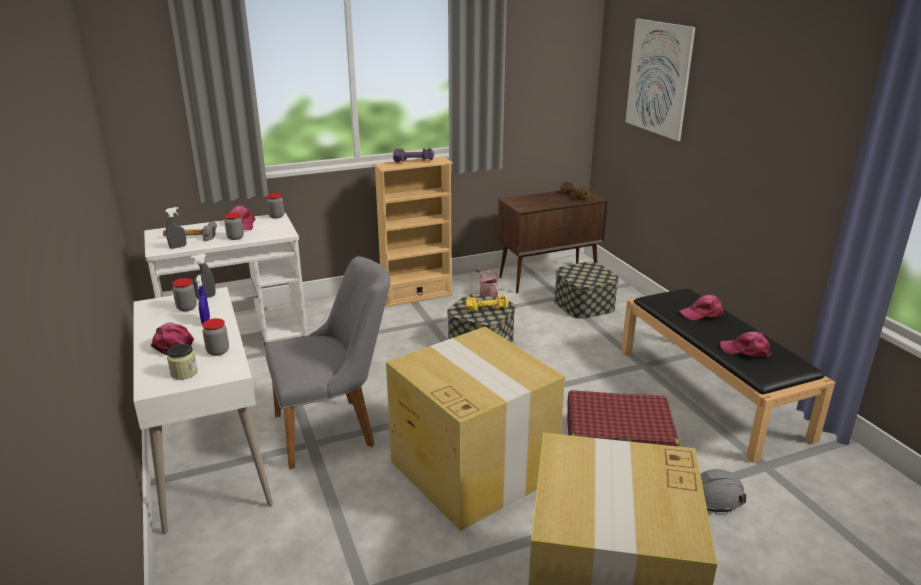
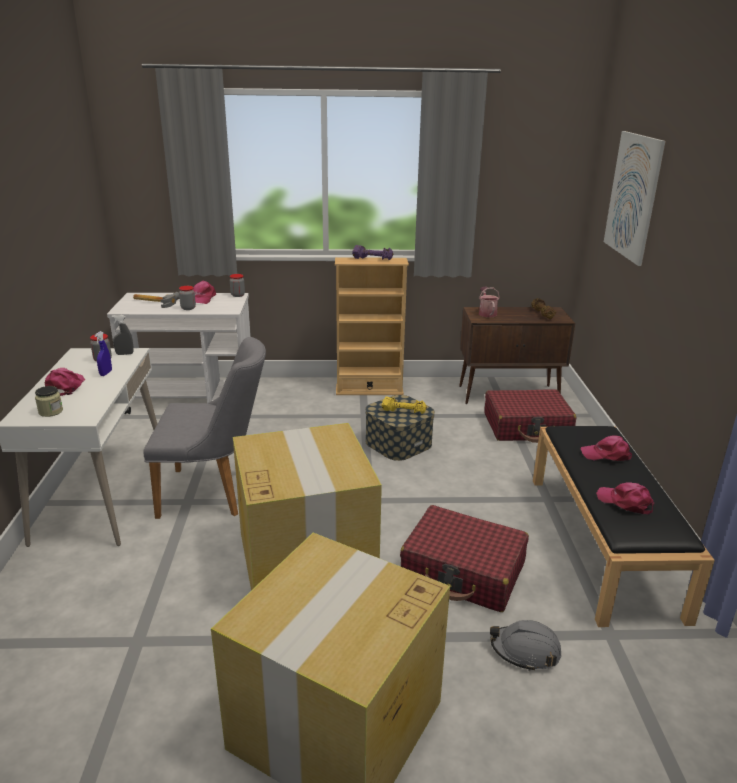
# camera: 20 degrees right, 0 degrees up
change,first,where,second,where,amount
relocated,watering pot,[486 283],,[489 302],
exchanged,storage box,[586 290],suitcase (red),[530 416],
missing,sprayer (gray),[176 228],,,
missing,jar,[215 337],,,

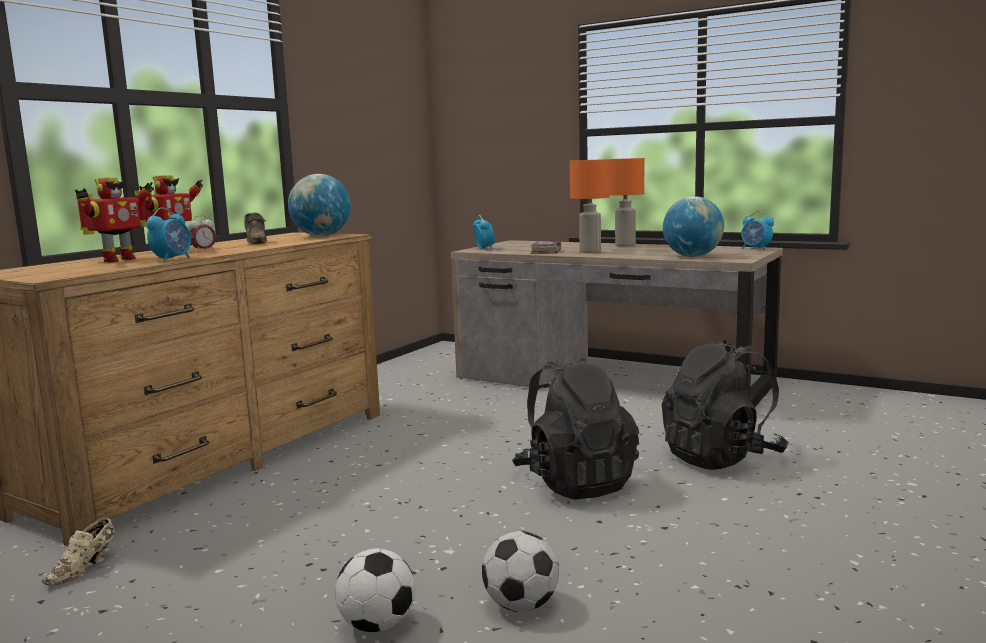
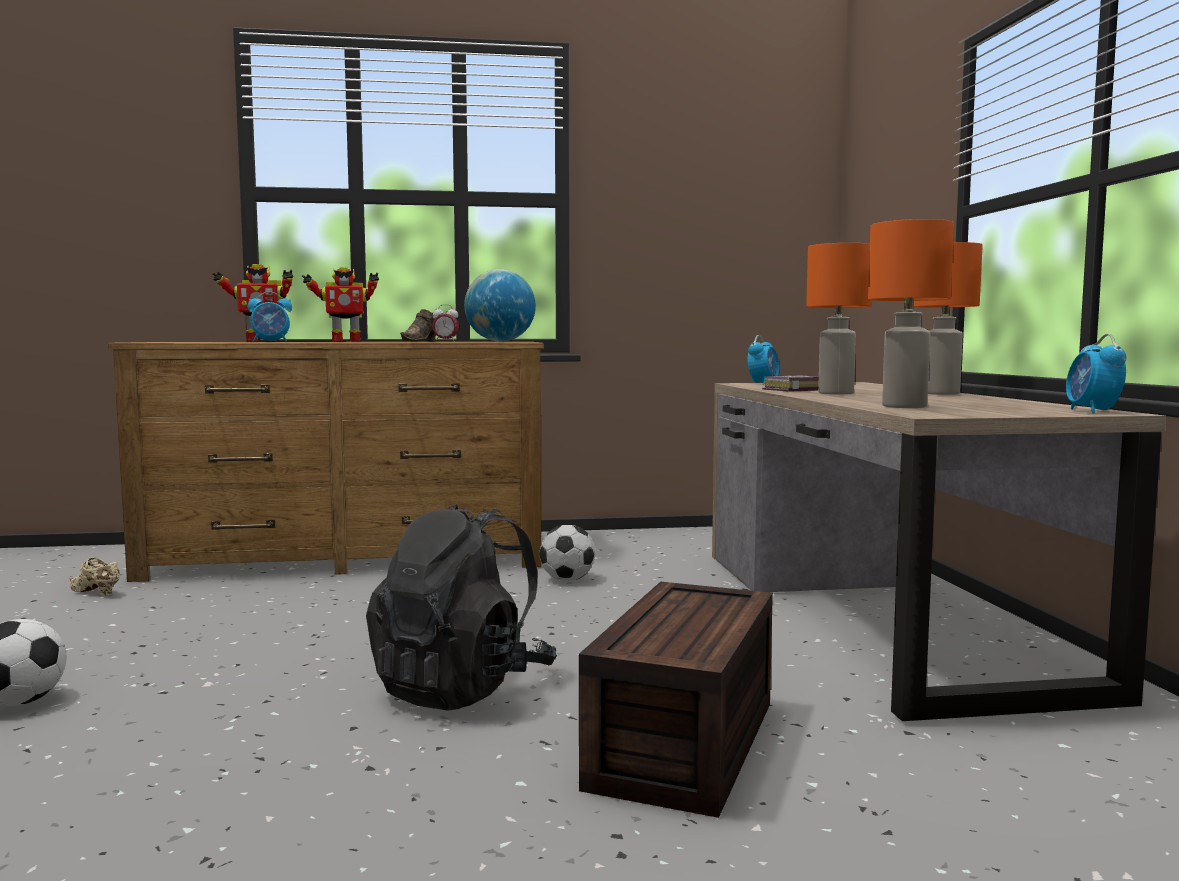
# camera: 50 degrees right, 5 degrees down
change,first,where,second,where,amount
spun,item of footwear (sand-coloured),[78 551],,[95 576],45 degrees clockwise
relocated,alarm clock,[202 234],,[445 323],
relocated,football,[520 571],,[567 553],
exchanged,rucksack (black),[725 405],storage box (brown),[676 700],
exchanged,world globe,[693 226],lamp for a table (orange-coloured),[911 313],

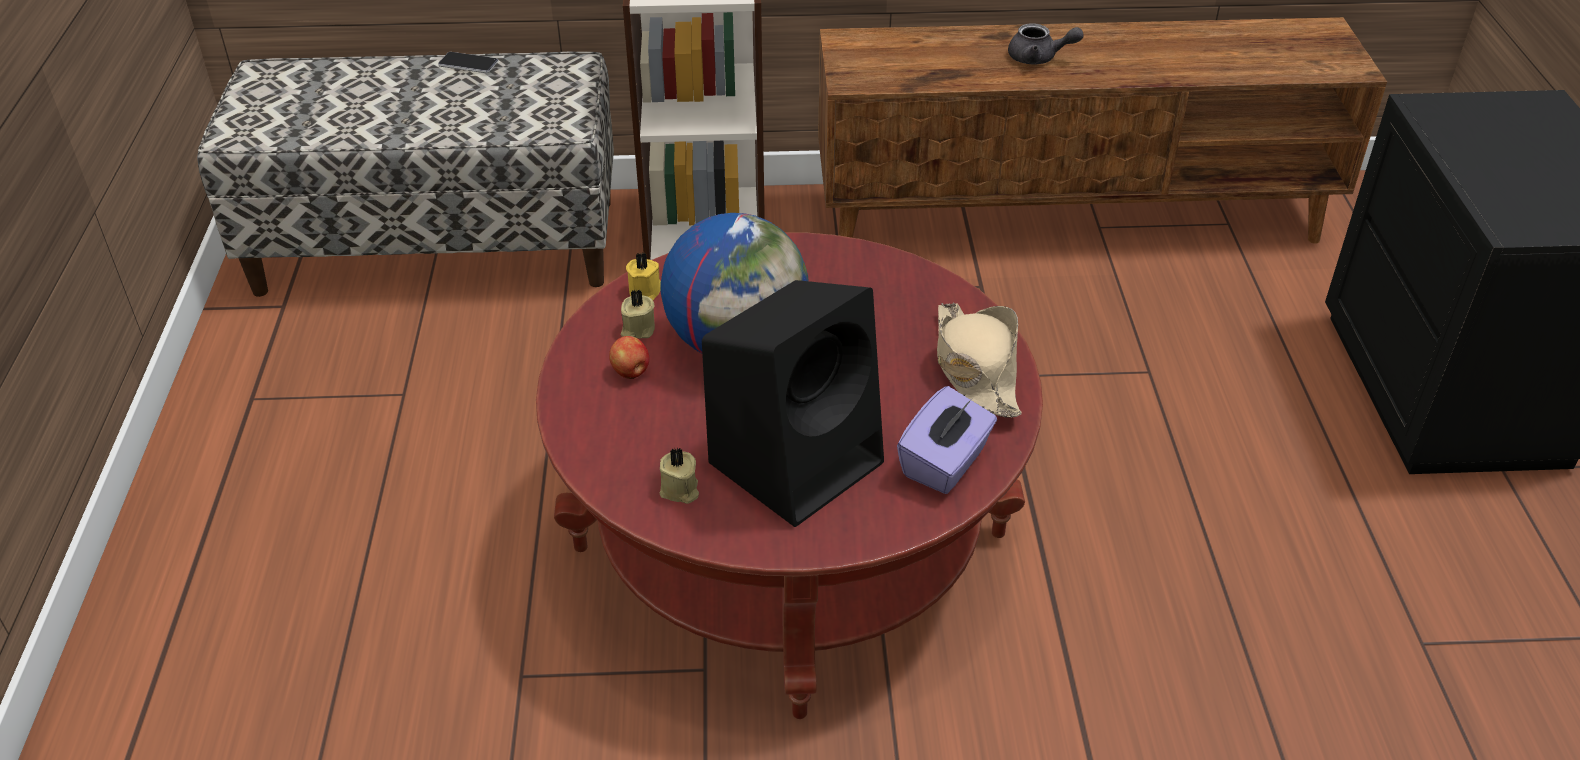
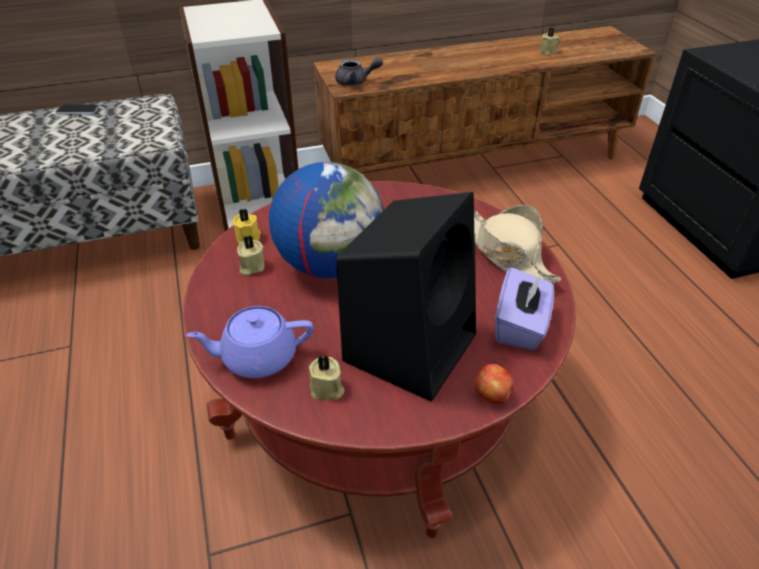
# camera: 15 degrees left, 0 degrees up
change,first,where,second,where,amount
appeared,,,tea pot (purple-coloured),[249 342],
relocated,tea pot (gray),[1046 43],,[359 71],
relocated,whole apple,[629 357],,[494 384],
appeared,,,candle (sand-coloured),[549 41],

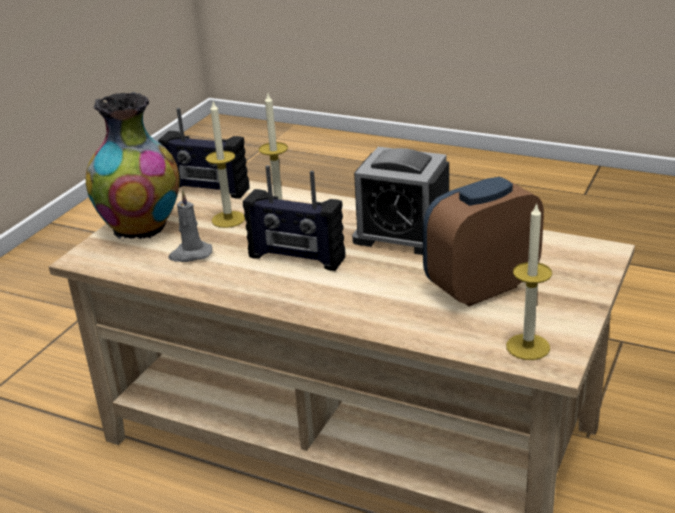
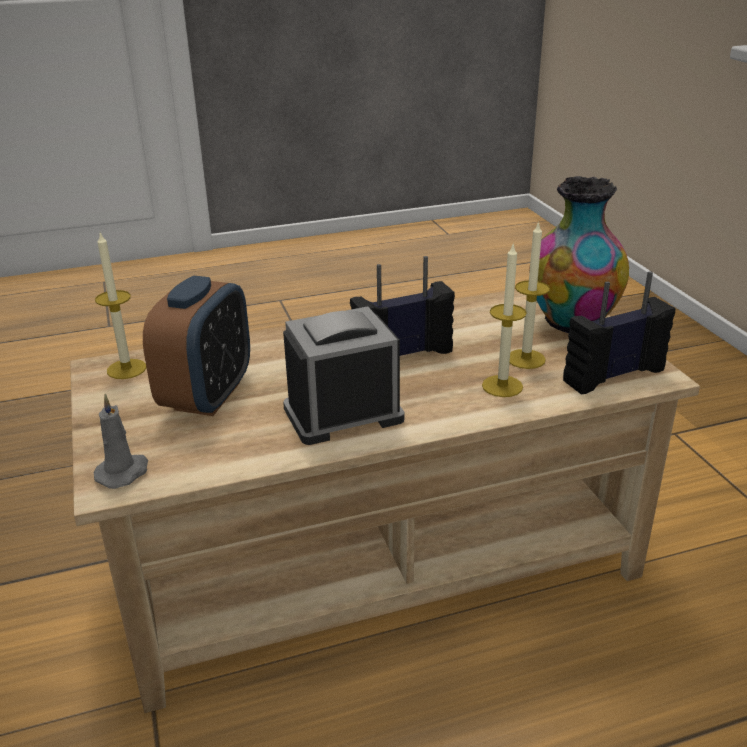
# camera: 135 degrees right, 0 degrees up
change,first,where,second,where,amount
relocated,candle (gray),[190 226],,[121 441],

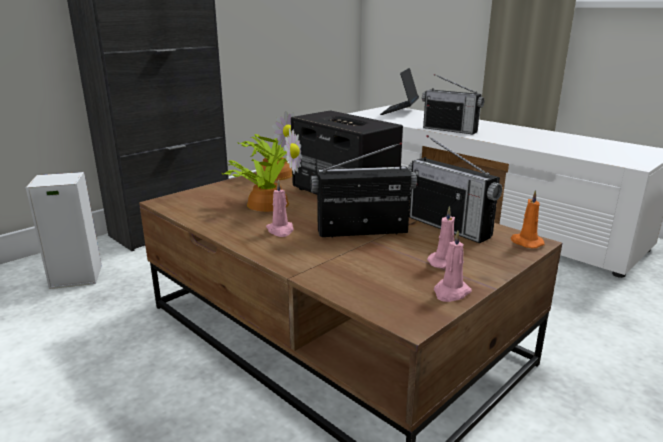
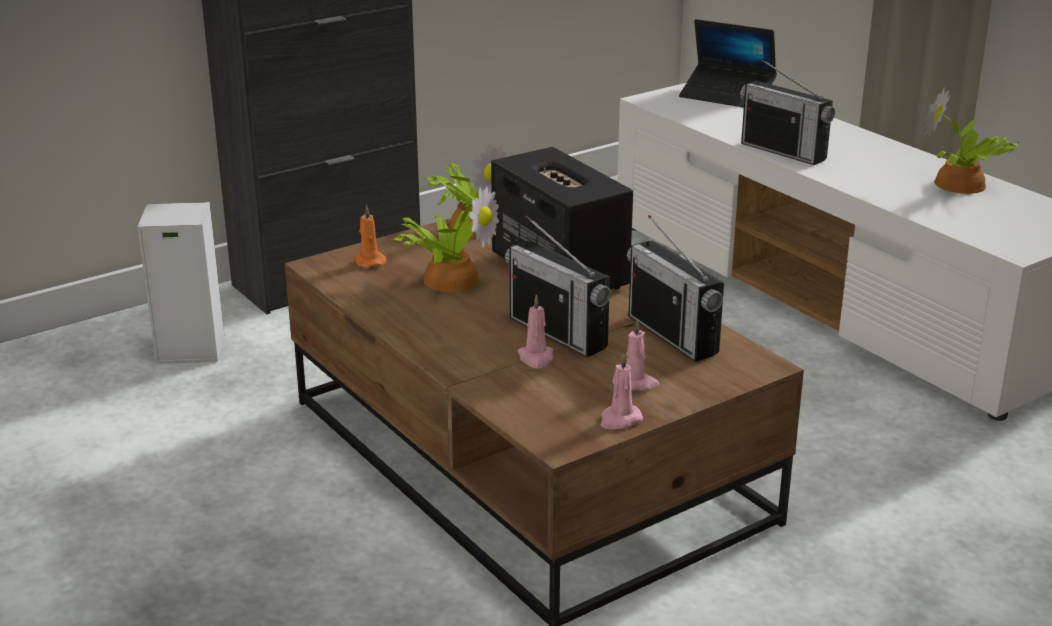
# camera: 10 degrees right, 5 degrees up
change,first,where,second,where,amount
relocated,candle (orange-coloured),[527 219],,[370 236],
spun,radio receiver,[364 190],,[558 286],135 degrees counterclockwise
relocated,candle (pink),[280 208],,[535 331],
spun,laptop,[399 91],,[728 63],90 degrees counterclockwise
appeared,,,plant in a pot,[971 140],

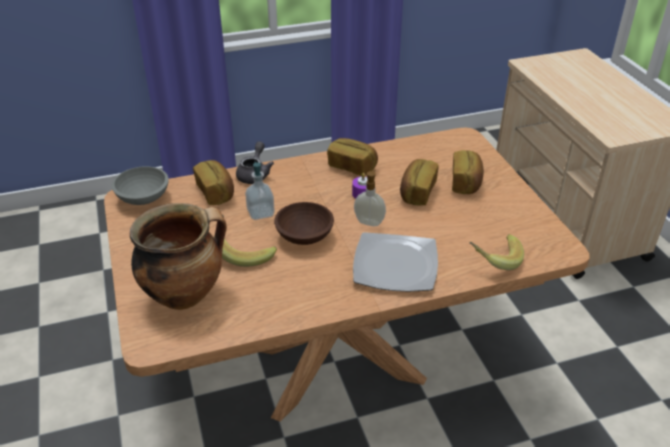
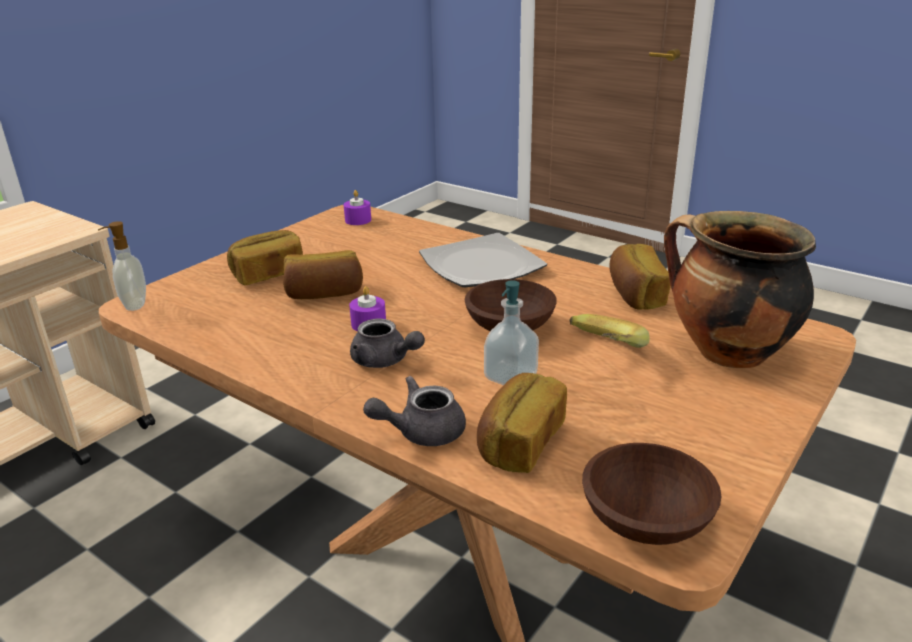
# camera: 125 degrees left, 10 degrees down
change,first,where,second,where,amount
relocated,soap bottle,[370 198],,[122 266],
appeared,,,candle (purple-coloured),[357 207],
appeared,,,tea pot (gray),[387 343],
colour,deep dish (gray),[140 185],deep dish (brown),[652 494],
relocated,bakery bread,[352 157],,[640 277],
missing,banana,[496 252],,,

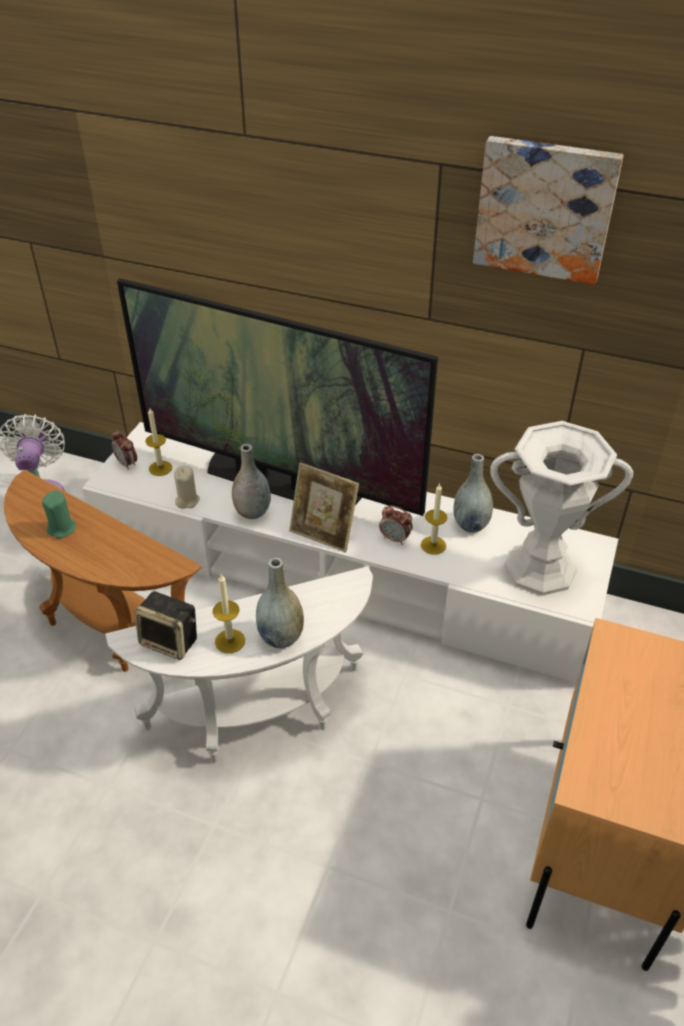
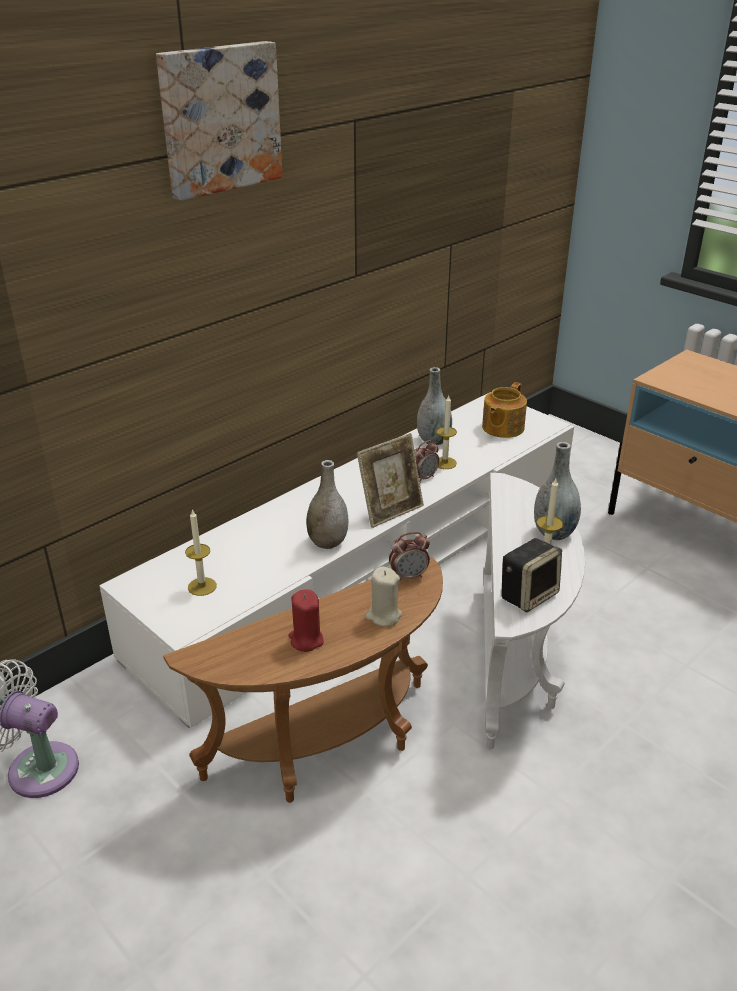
# camera: 65 degrees left, 10 degrees down
change,first,where,second,where,amount
relocated,wall art,[548 210],,[219 121],
colour,candle (greenish),[59 515],candle (red),[306 620],
relocated,candle (sand-coloured),[187 487],,[383 597],
relocated,alarm clock,[124 450],,[409 557],
exchanged,vase (white),[561 508],tea pot,[504 410],
missing,television,[277 397],,,

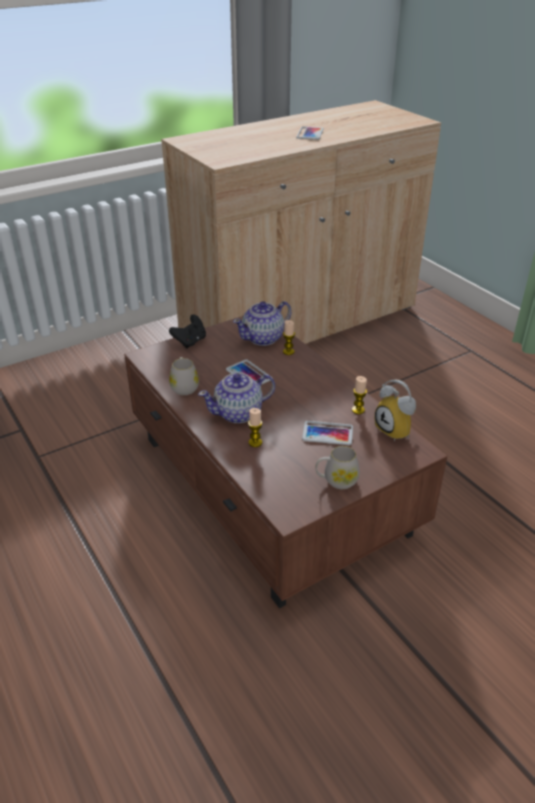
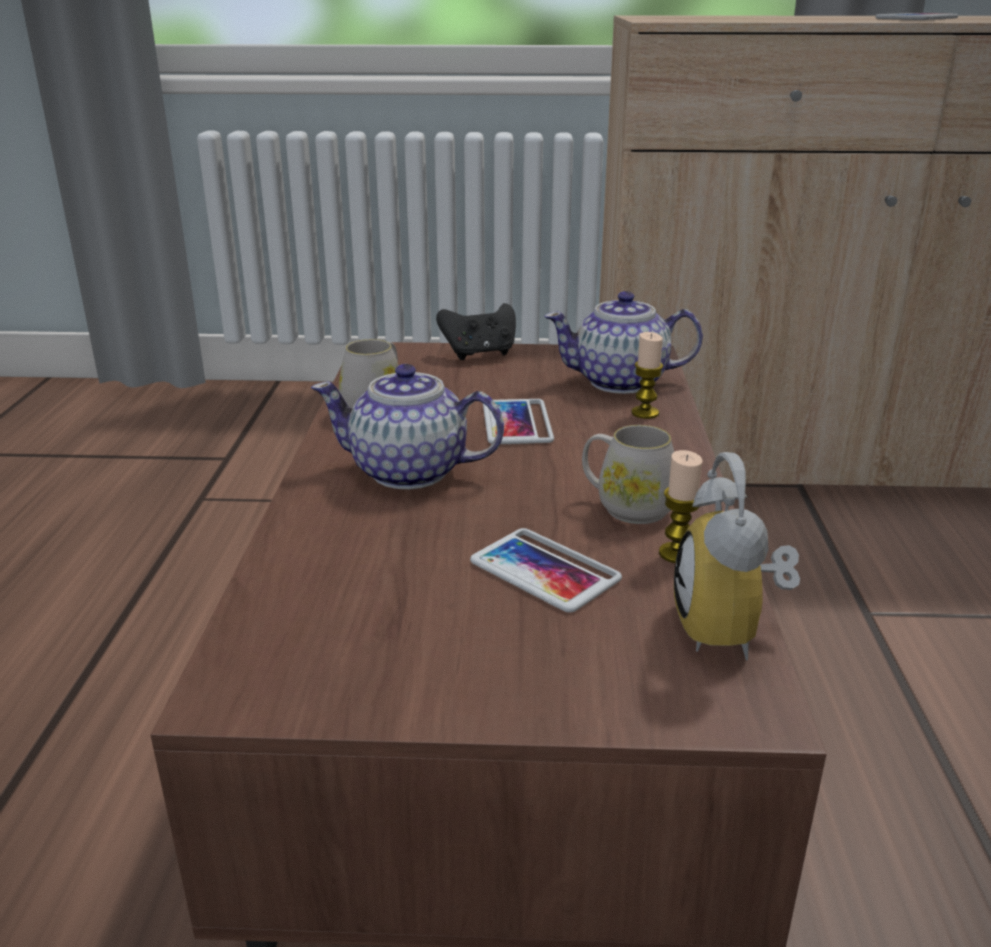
# camera: 35 degrees right, 10 degrees down
change,first,where,second,where,amount
relocated,mug (white),[337 467],,[628 474],
missing,candle,[255 427],,,

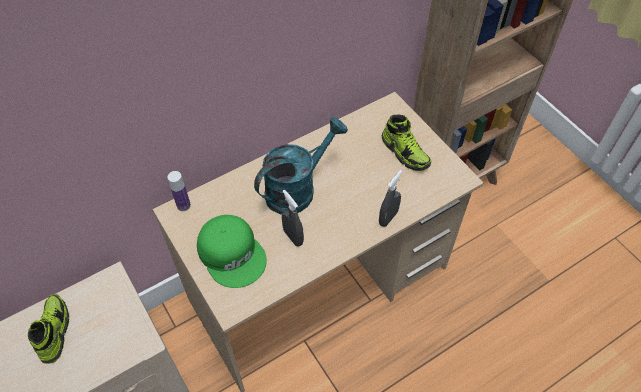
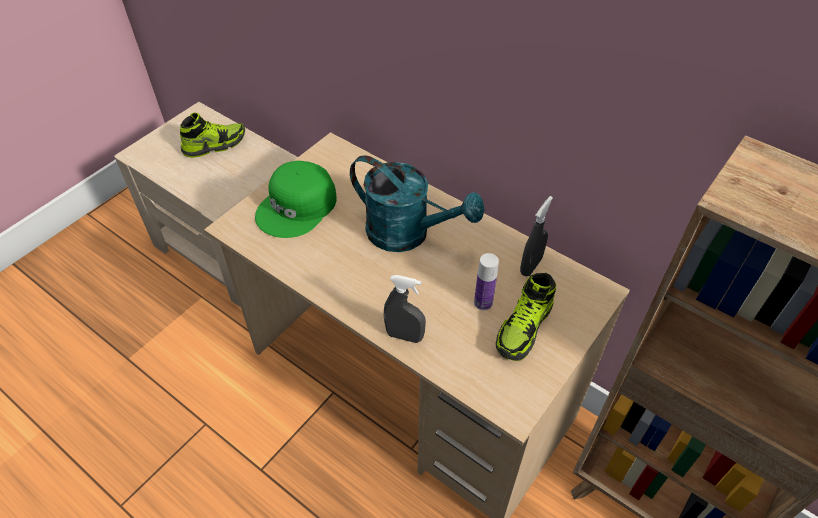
# camera: 70 degrees right, 5 degrees down
change,first,where,second,where,amount
relocated,drink bottle,[179 191],,[486 281],
relocated,sprayer (gray),[293 218],,[536 236],

